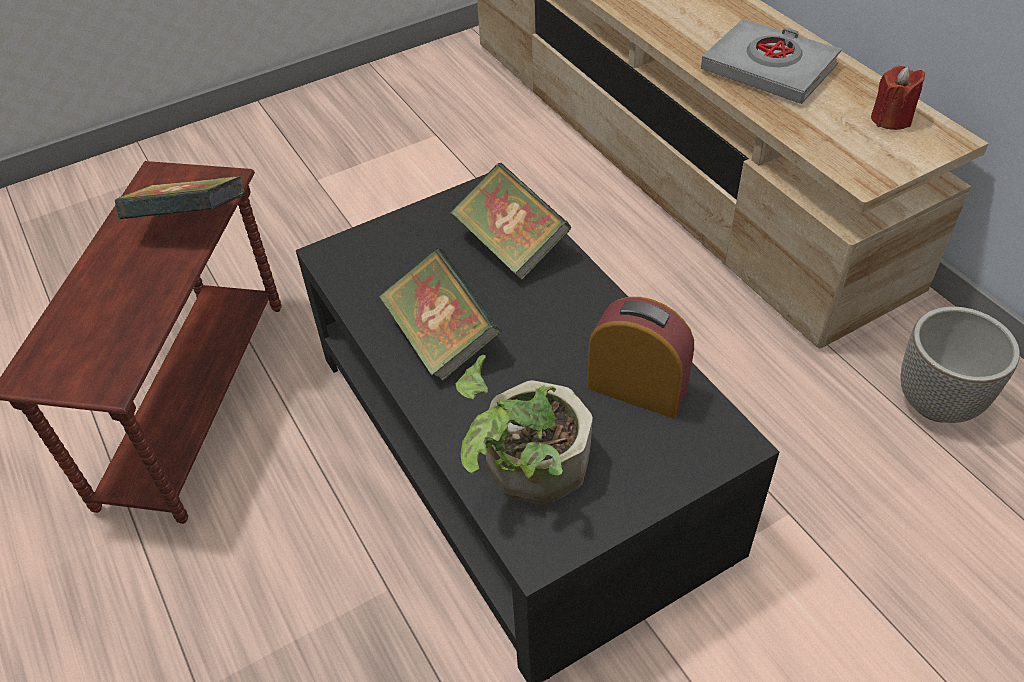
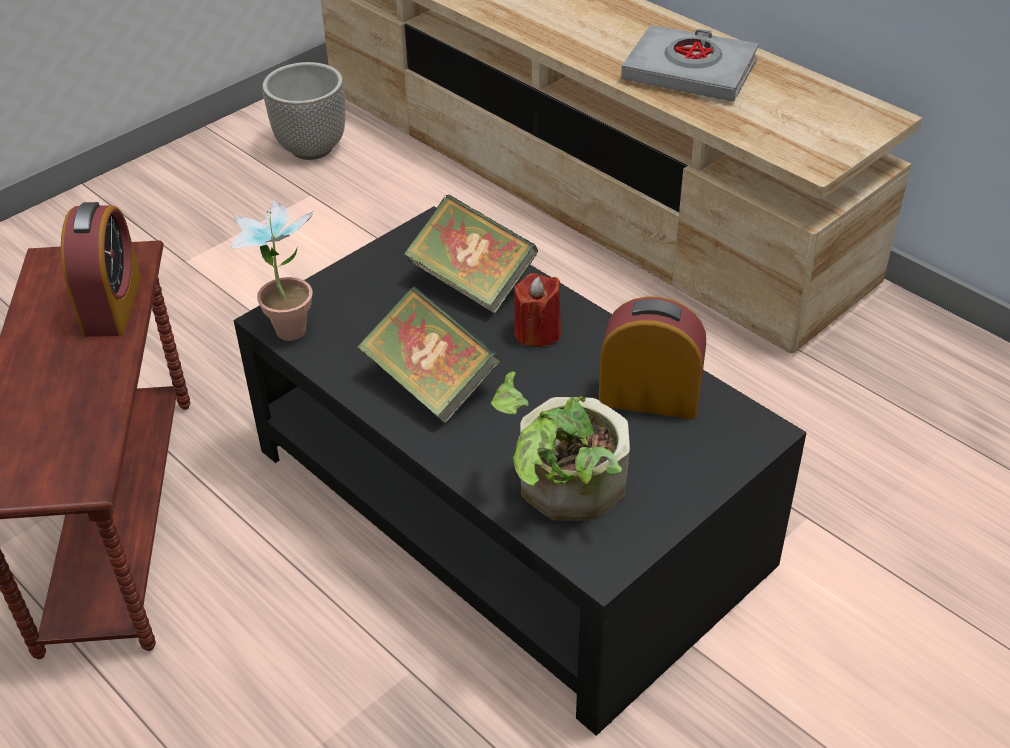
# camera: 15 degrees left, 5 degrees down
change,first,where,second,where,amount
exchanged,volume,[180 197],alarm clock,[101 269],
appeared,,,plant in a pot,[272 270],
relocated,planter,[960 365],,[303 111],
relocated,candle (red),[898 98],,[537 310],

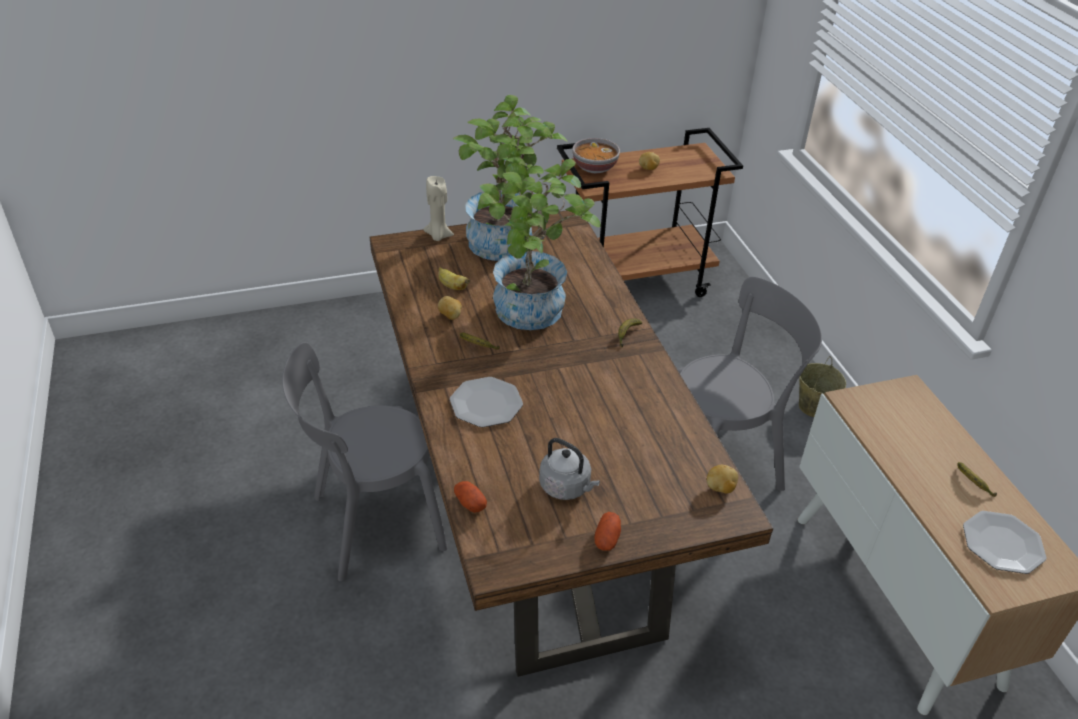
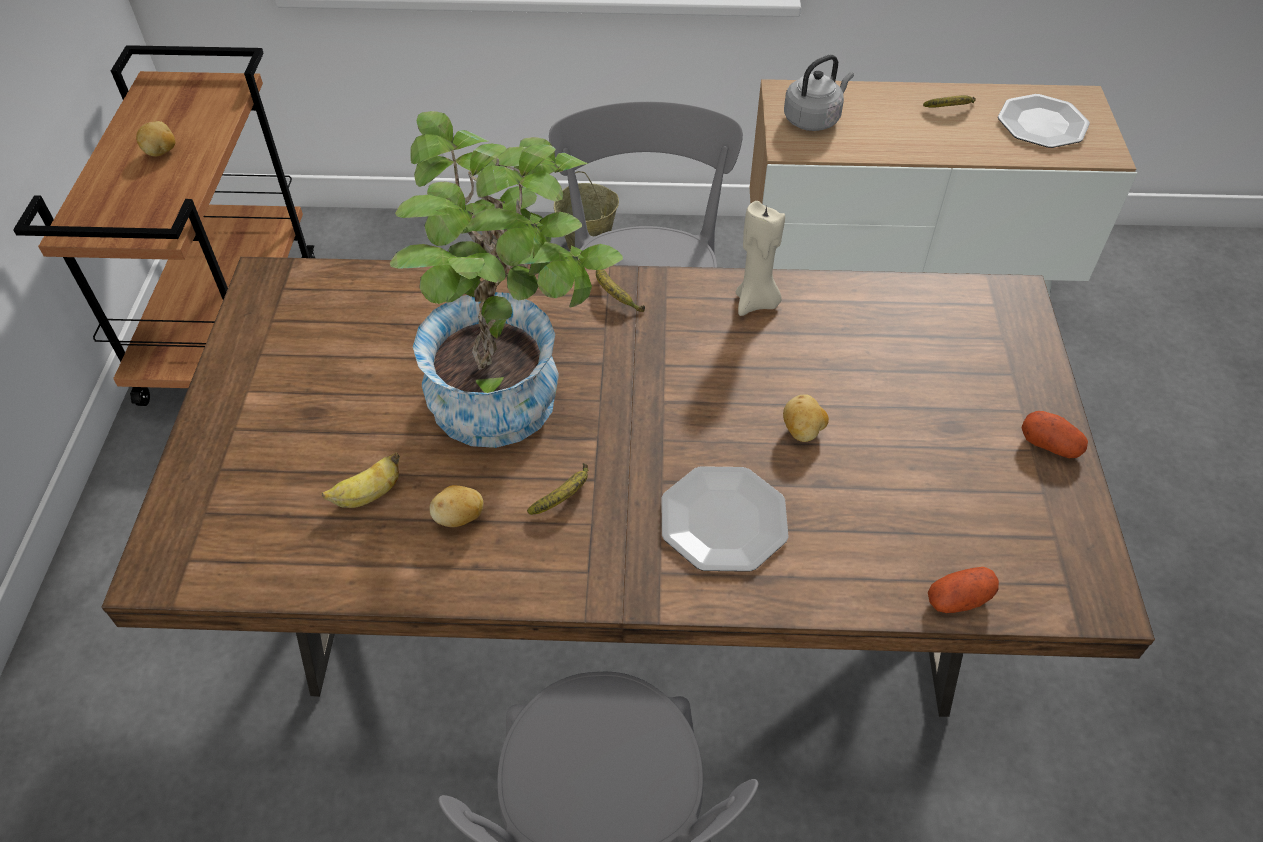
# camera: 70 degrees left, 10 degrees up
change,first,where,second,where,amount
relocated,candle (sand-coloured),[439 208],,[760 258],
relocated,spud,[722 479],,[806 418],
relocated,kettle (gray),[569 469],,[819 93],
missing,plant in a pot,[510 178],,,
missing,deep dish,[596 155],,,

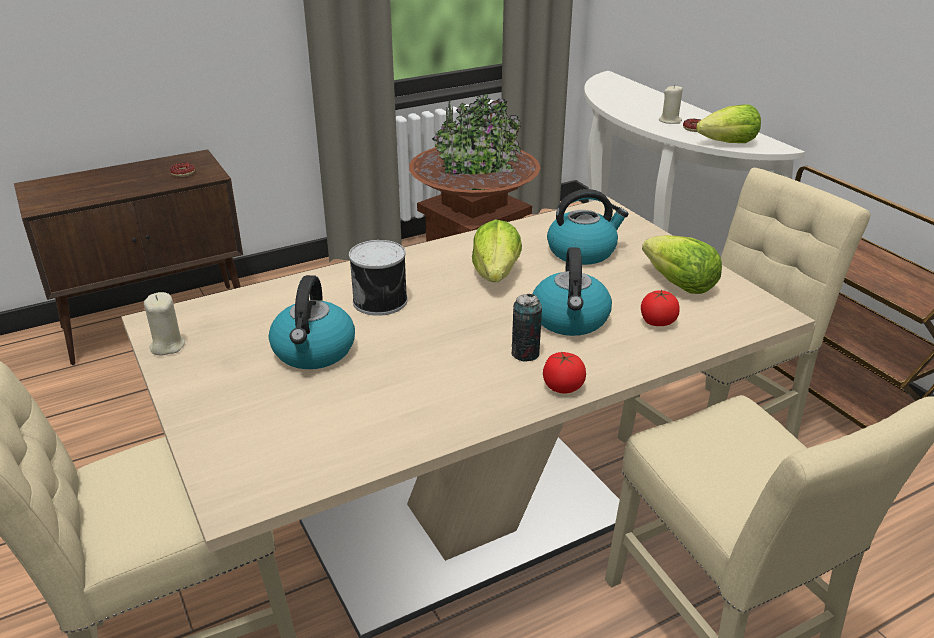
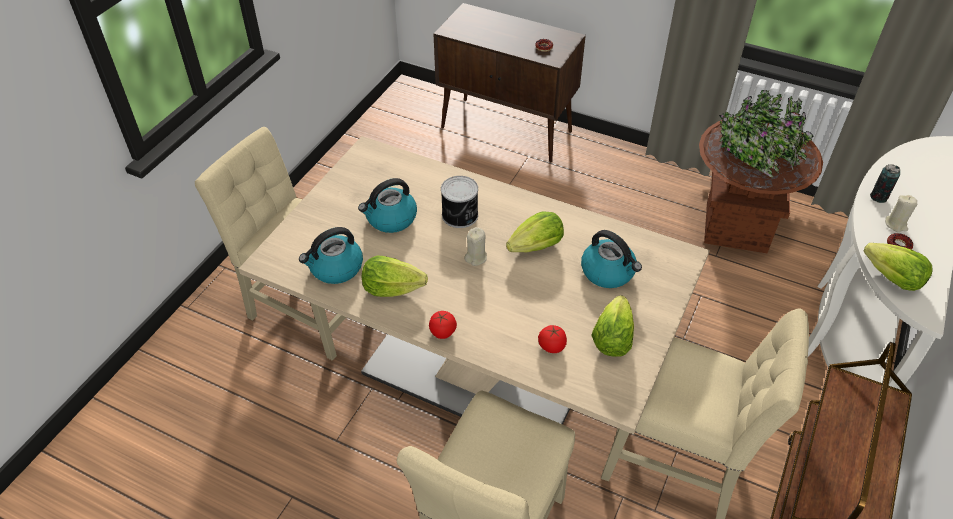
# camera: 55 degrees right, 15 degrees up
change,first,where,second,where,amount
relocated,kettle,[572 291],,[331 255],
appeared,,,head of lettuce,[395 276],
relocated,candle (sand-coloured),[164 324],,[475 246],
relocated,sealed can,[527 328],,[885 183],

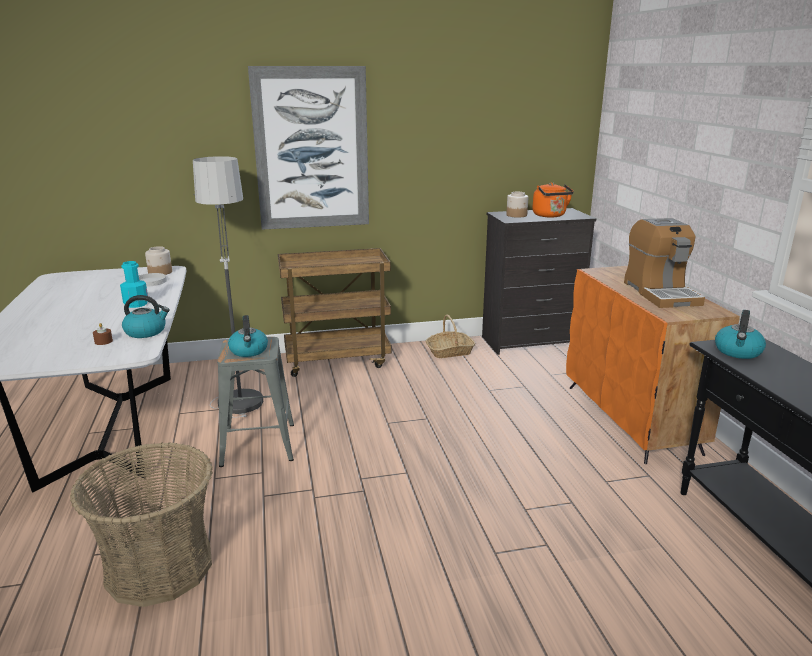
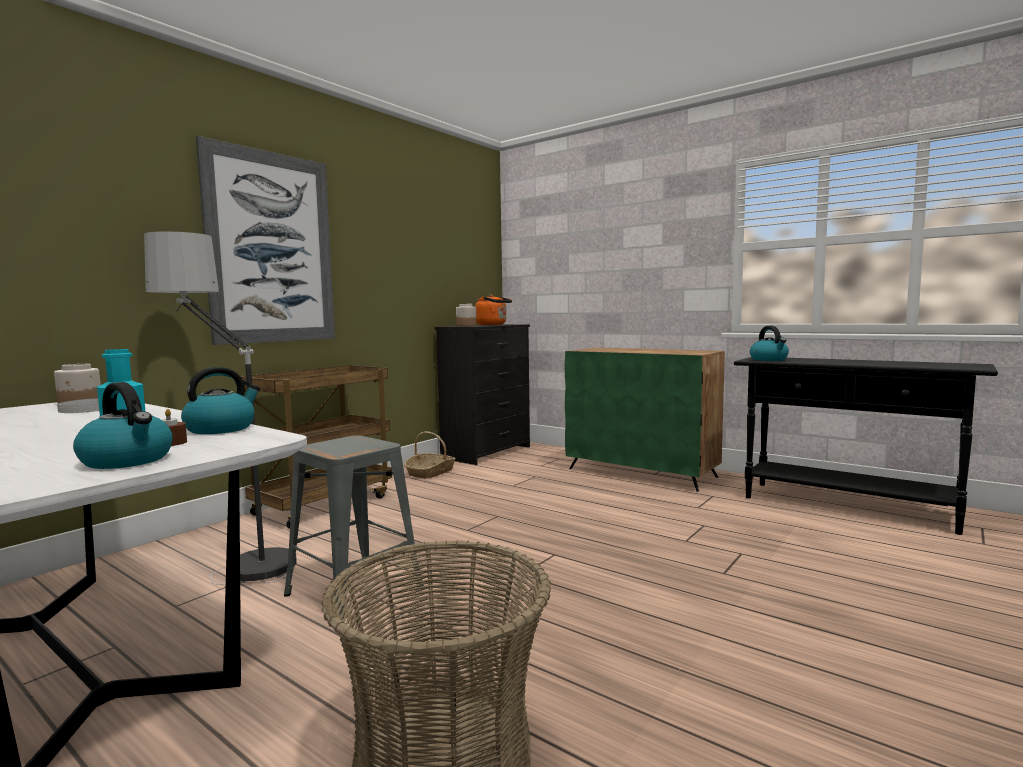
# camera: 40 degrees left, 15 degrees down
change,first,where,second,where,amount
relocated,kettle,[248 336],,[123 425],
colour,cabinet (orange-coloured),[653 365],cabinet (greenish),[645 419],
missing,coffee brewer,[664 263],,,

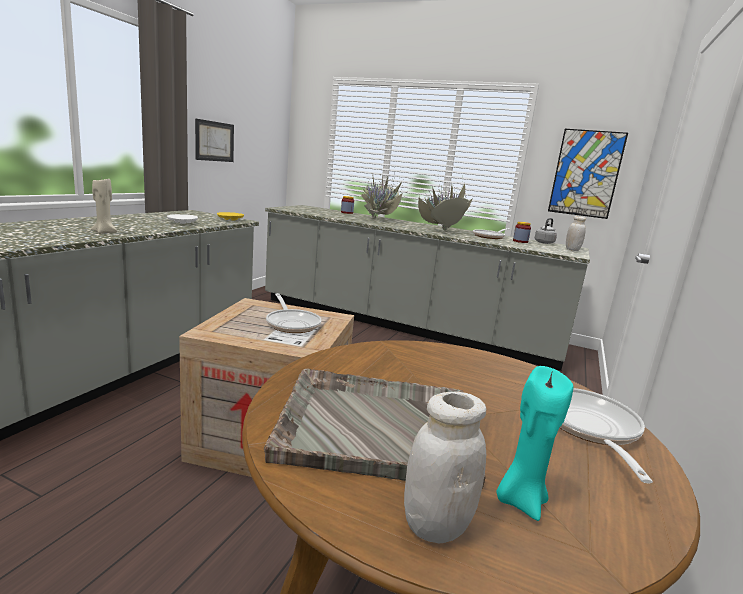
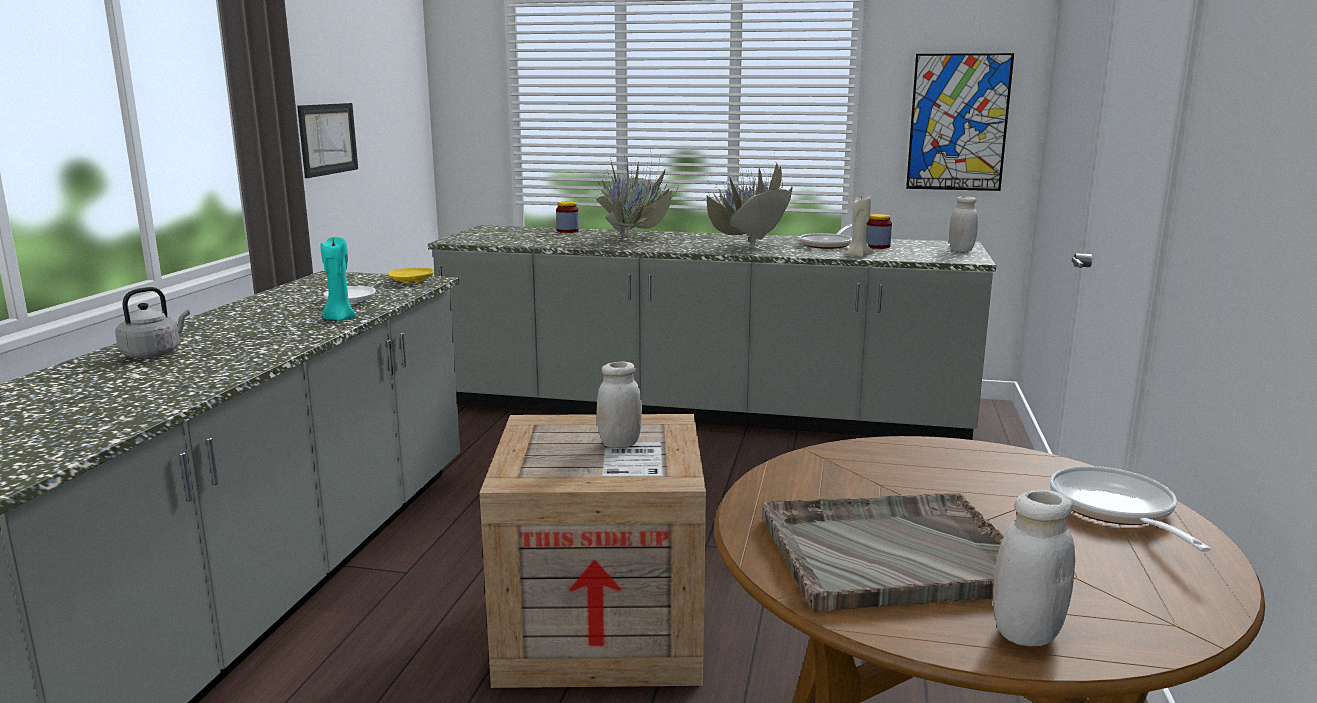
# camera: 10 degrees left, 0 degrees up
change,first,where,second,where,amount
relocated,kettle (gray),[546 231],,[152 322],
relocated,candle (blue-green),[534 443],,[338 279],
exchanged,skillet,[293 313],jar (white),[619 405],
relocated,candle (sand-coloured),[104 206],,[859 227],

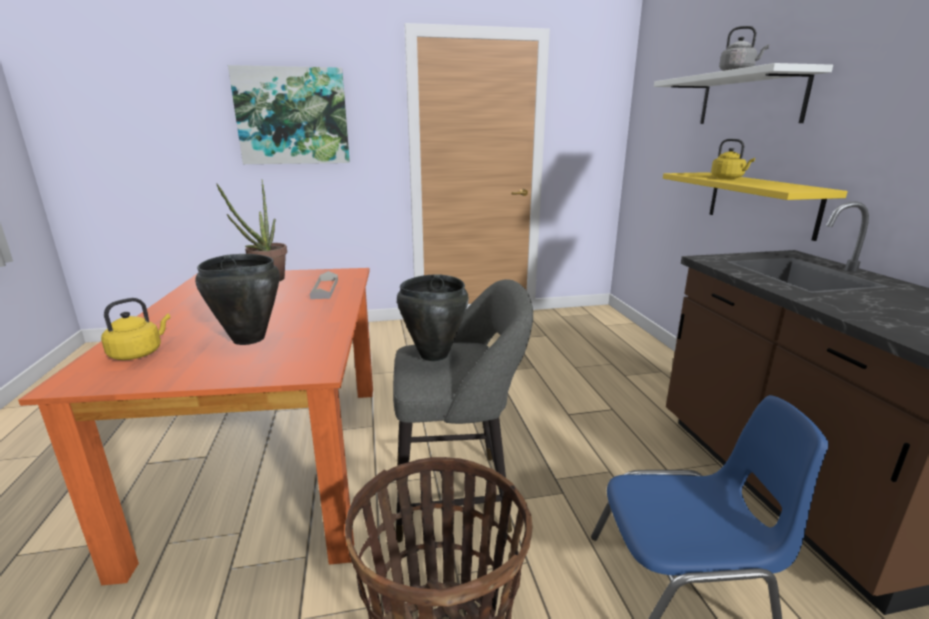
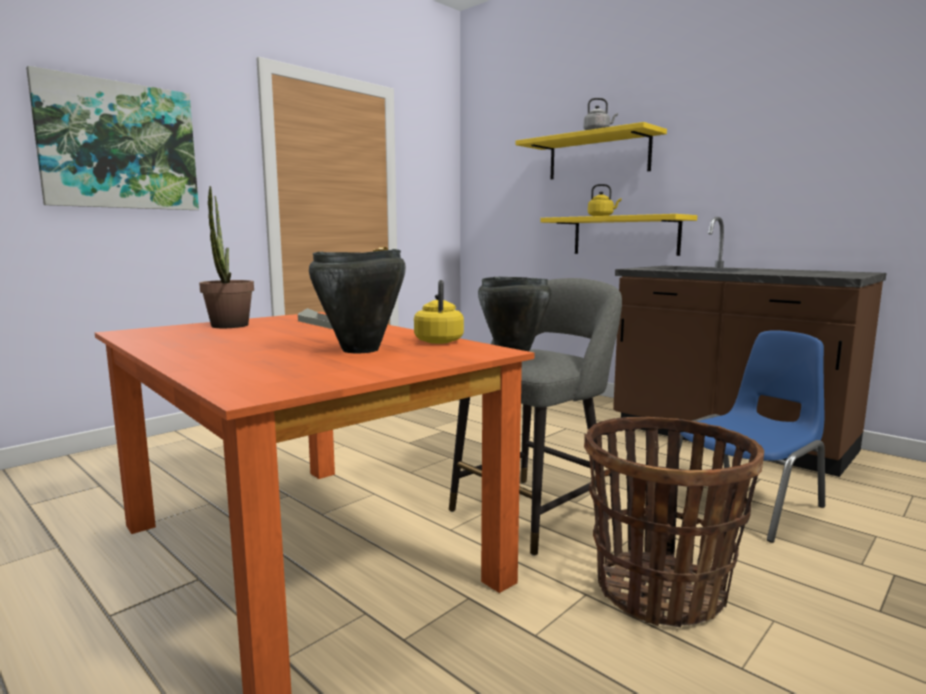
# camera: 35 degrees left, 10 degrees down
change,first,where,second,where,amount
relocated,kettle (yellowish),[135 329],,[439 312],
colour,wall shelf (white),[743 93],wall shelf (yellowish),[591 150],

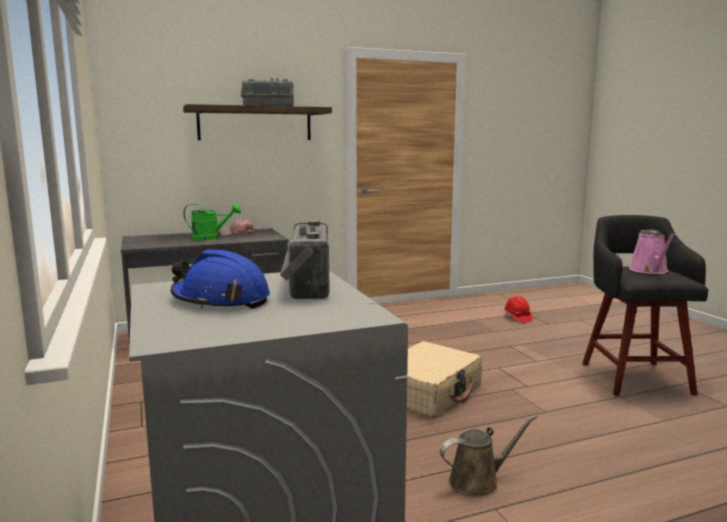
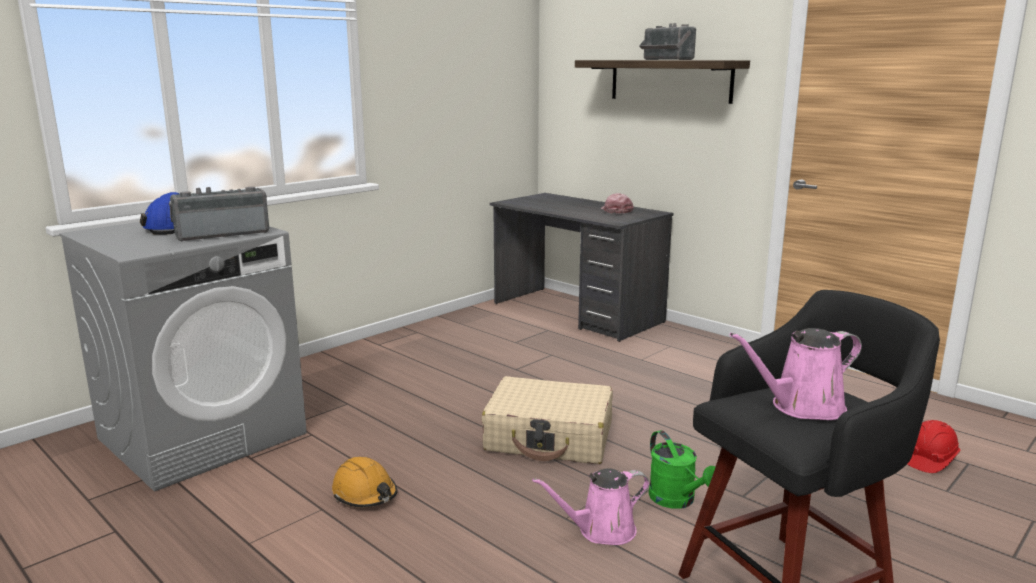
# camera: 65 degrees right, 5 degrees up
change,first,where,second,where,amount
exchanged,watering pot (brown),[488 456],safety helmet (orange-coloured),[364 482],
appeared,,,watering pot (pink),[590 506],
relocated,watering pot (greenish),[212 221],,[682 469],

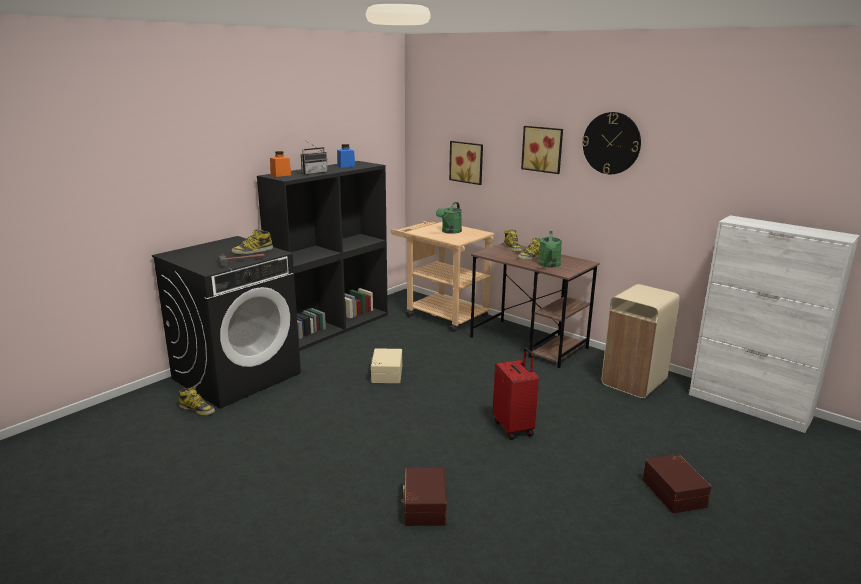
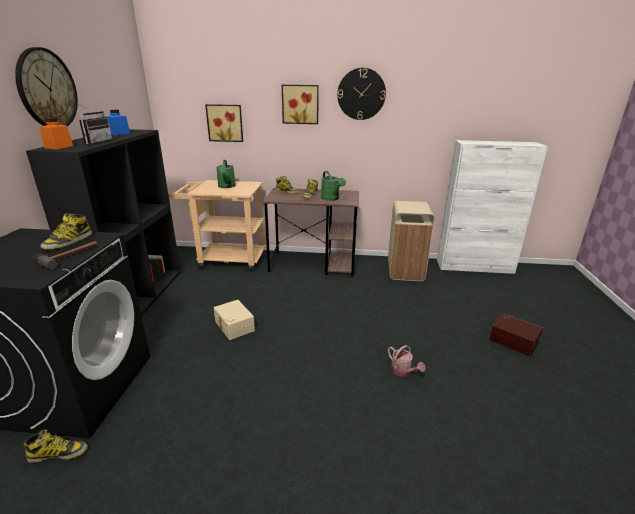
# camera: 35 degrees left, 5 degrees up
change,first,where,second,where,amount
appeared,,,hanging clock,[46 86],
appeared,,,watering pot,[406 361],
missing,storage box (brown),[424 497],,,
missing,suitcase (red),[516 394],,,

